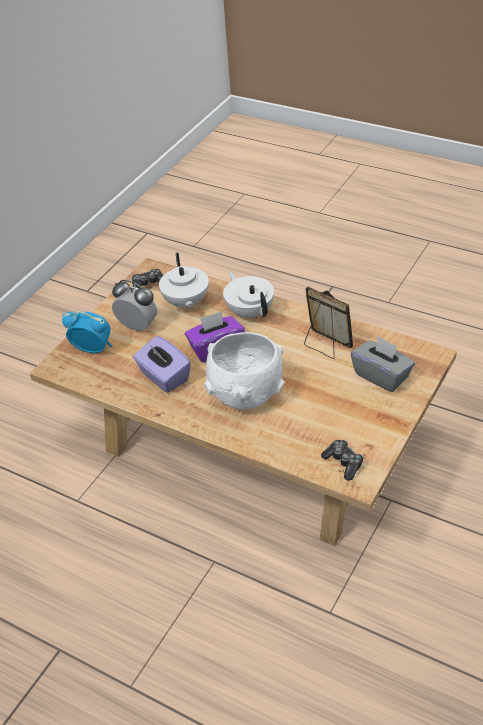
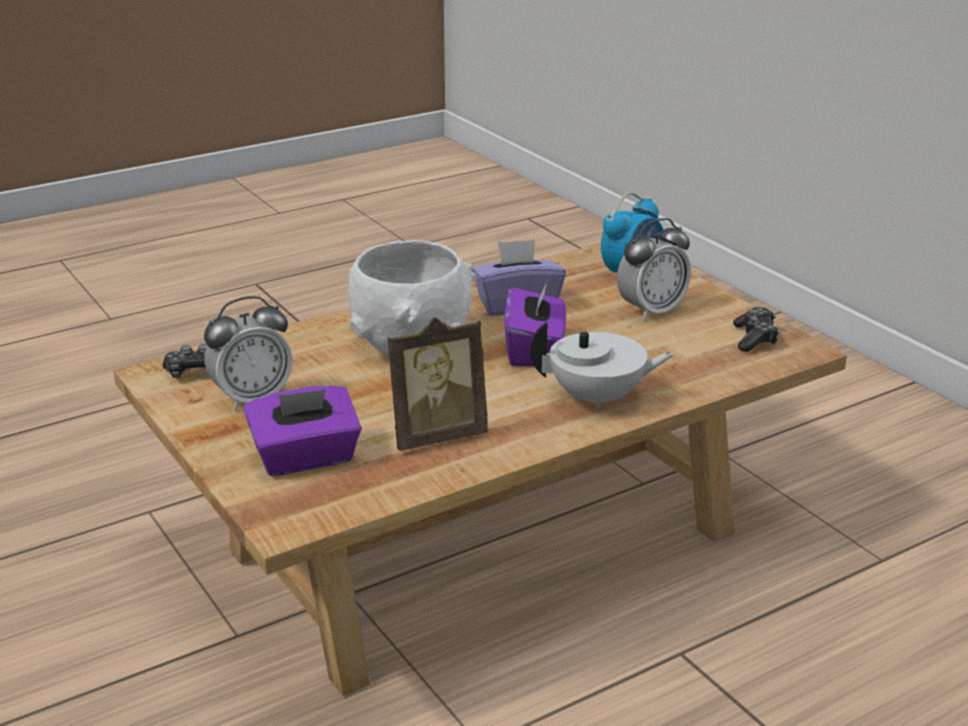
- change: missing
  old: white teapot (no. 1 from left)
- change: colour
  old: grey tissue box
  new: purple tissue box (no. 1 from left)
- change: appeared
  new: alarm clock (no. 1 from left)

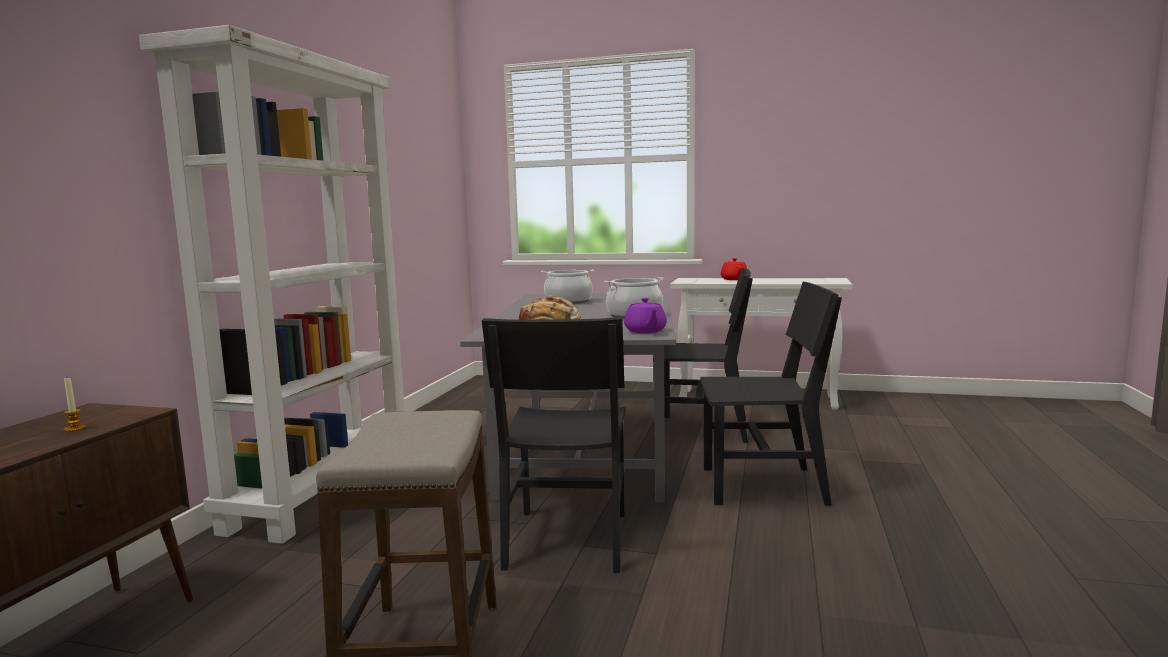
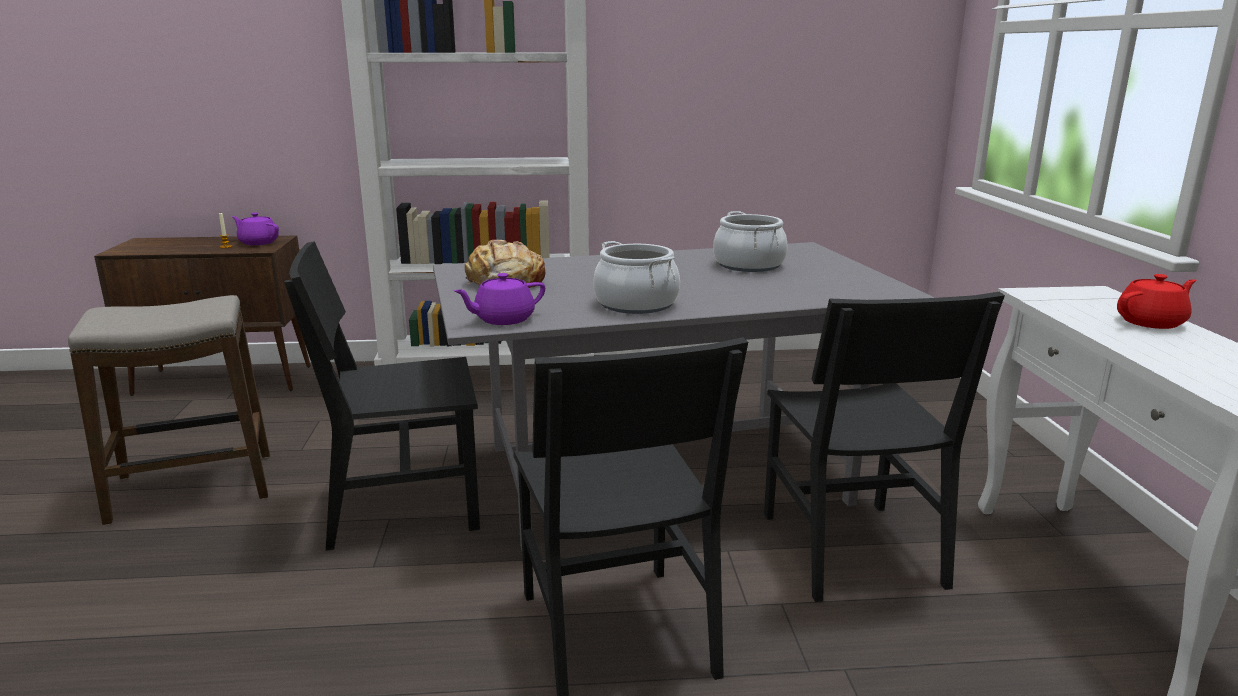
- change: appeared
  new: purple teapot (no. 1 from left)

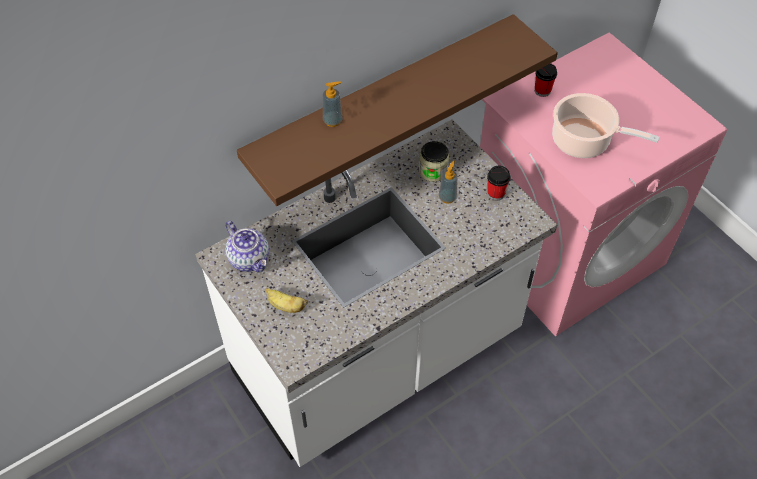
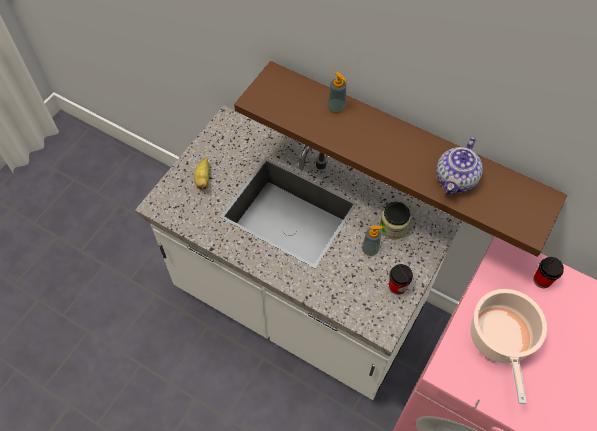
- change: relocated
  old: teapot

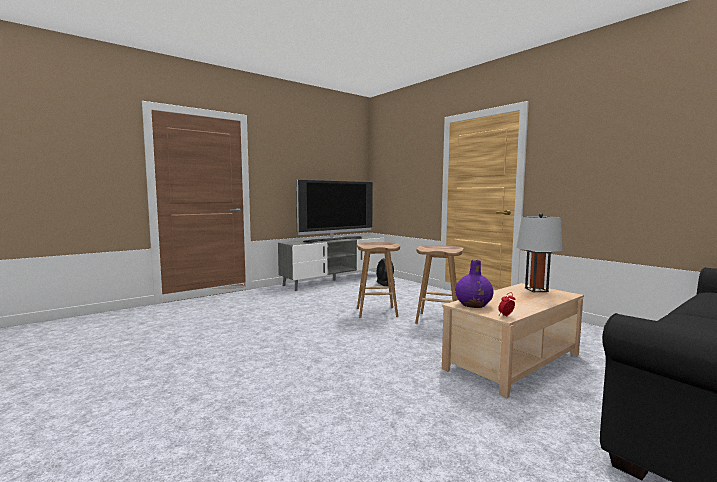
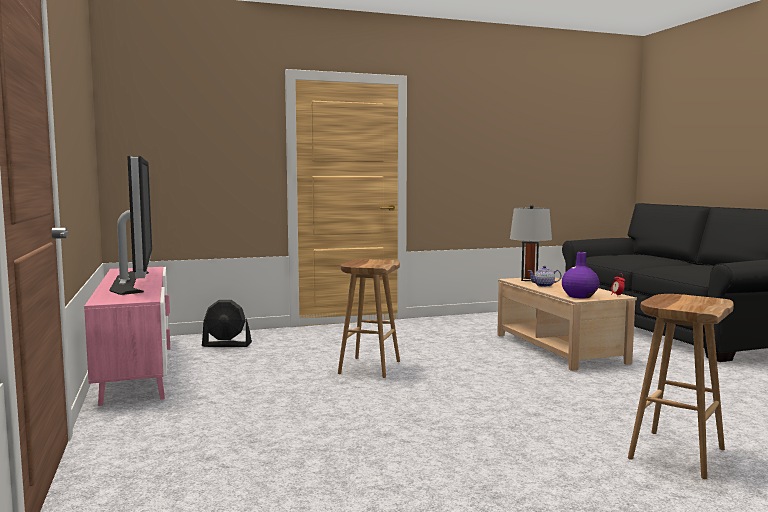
- change: colour
  old: grey tv stand
  new: pink tv stand
- change: relocated
  old: brown stool (no. 2 from left)
- change: appeared
  new: teapot

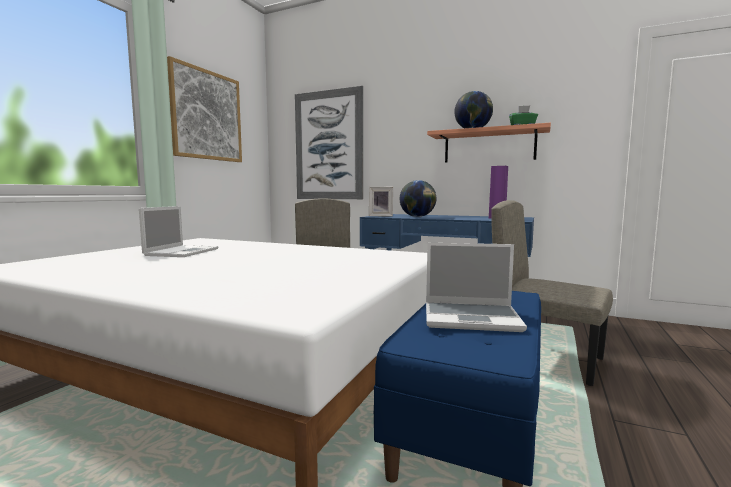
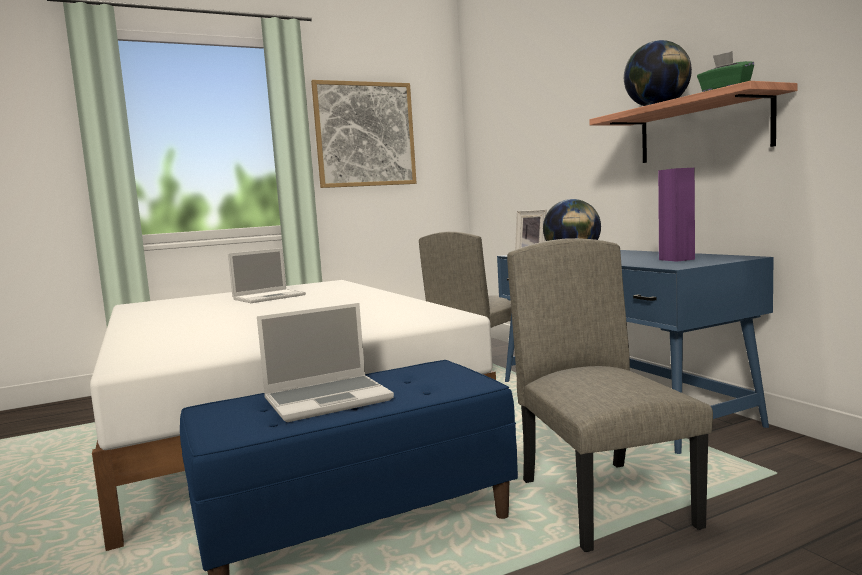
- change: missing
  old: picture (no. 2 from left)
- change: spun
  old: laptop (no. 2 from left)
  degrees: -75

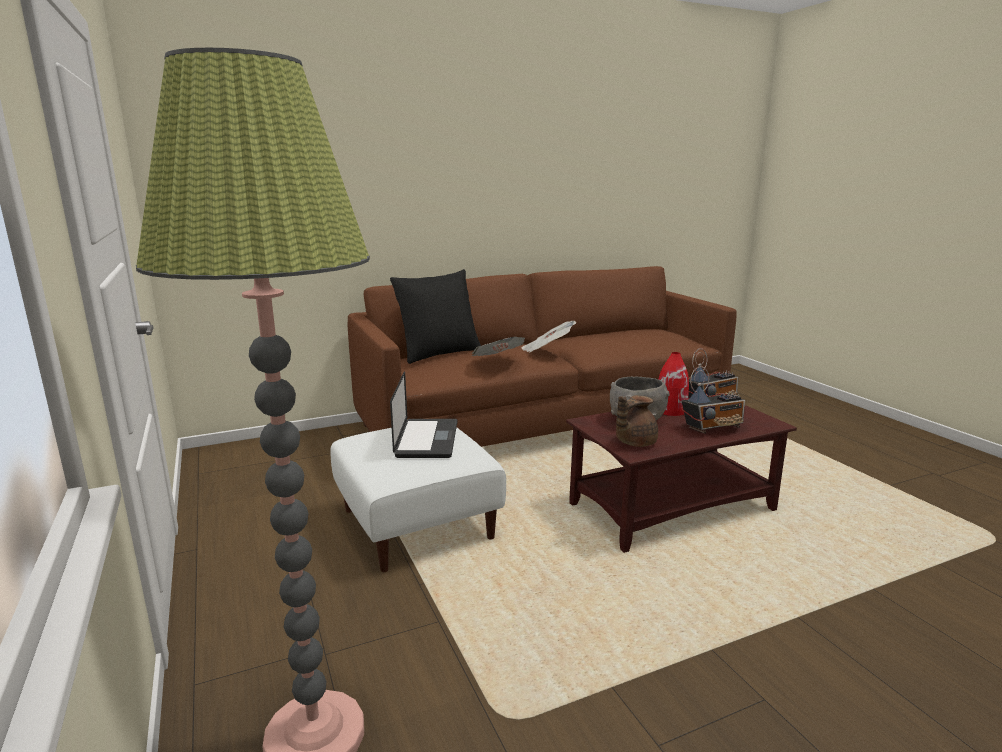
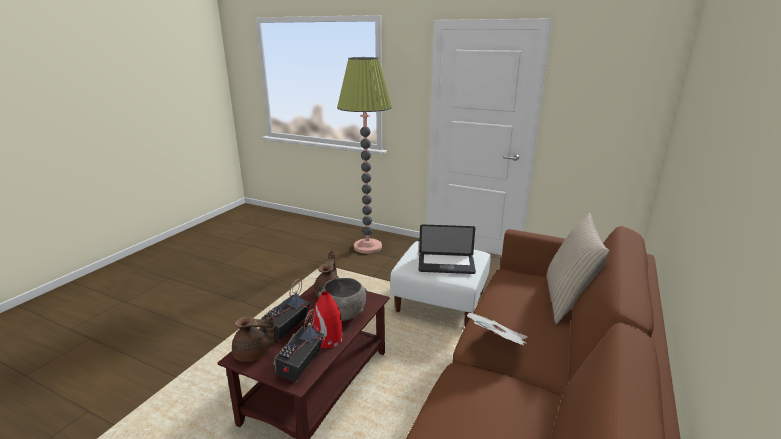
- change: colour
  old: black pillow
  new: beige pillow
- change: missing
  old: newspaper (no. 1 from left)
- change: spun
  old: laptop
  degrees: -45
- change: appeared
  new: brown teapot (no. 1 from left)

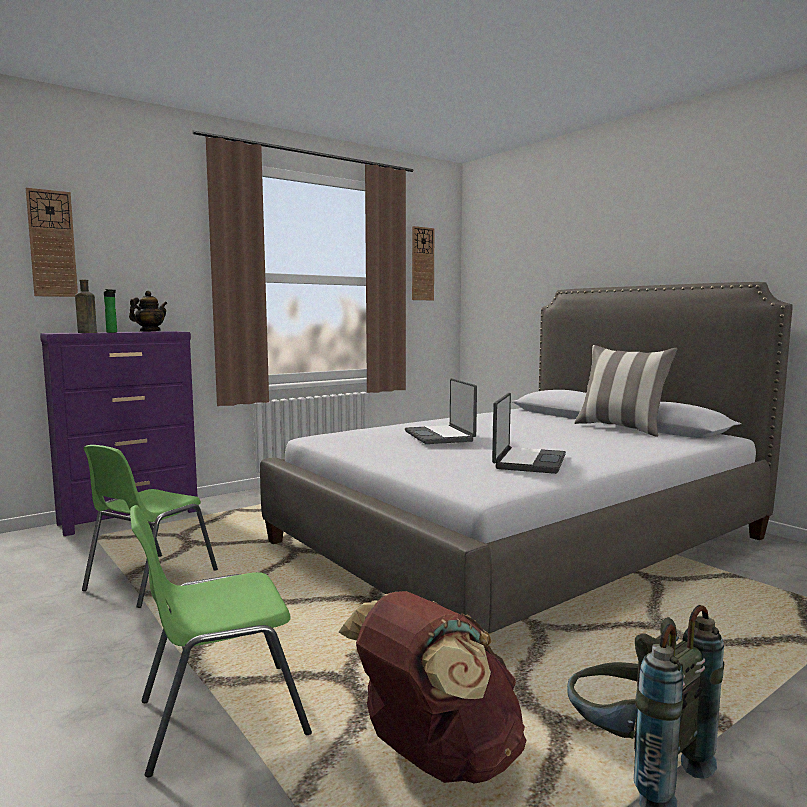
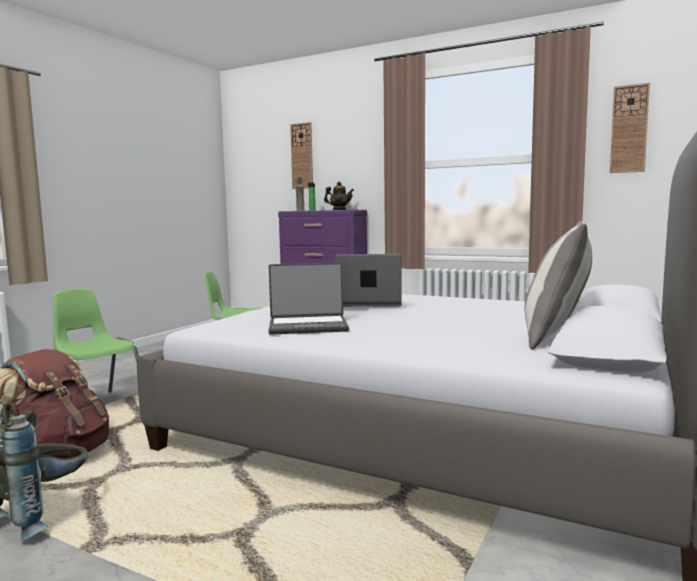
- change: spun
  old: laptop (no. 1 from left in the first image)
  degrees: 45

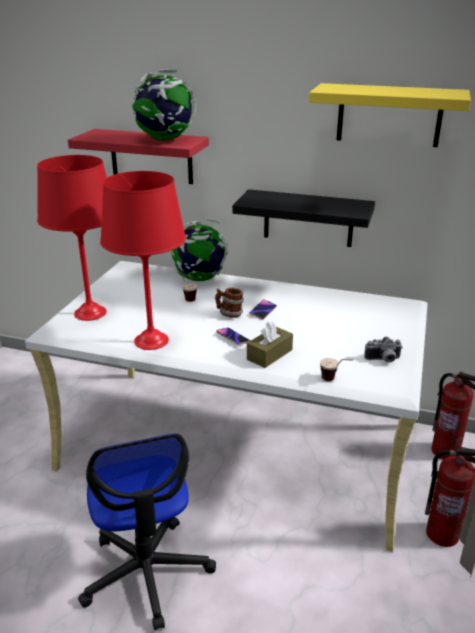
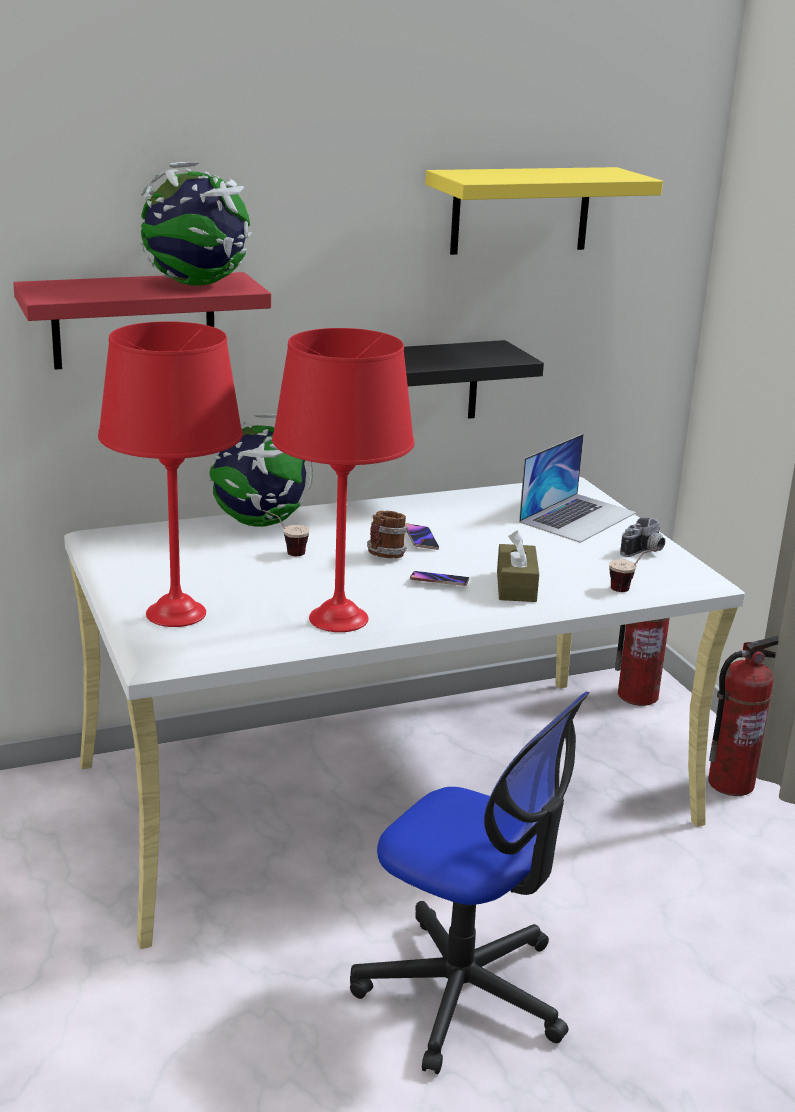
- change: appeared
  new: laptop

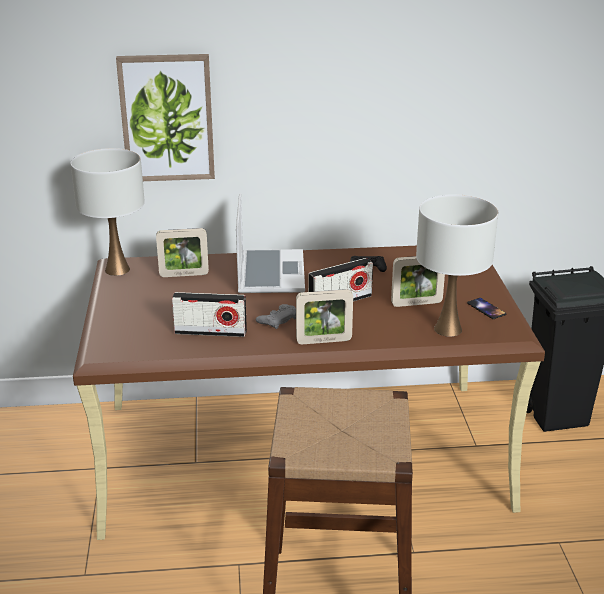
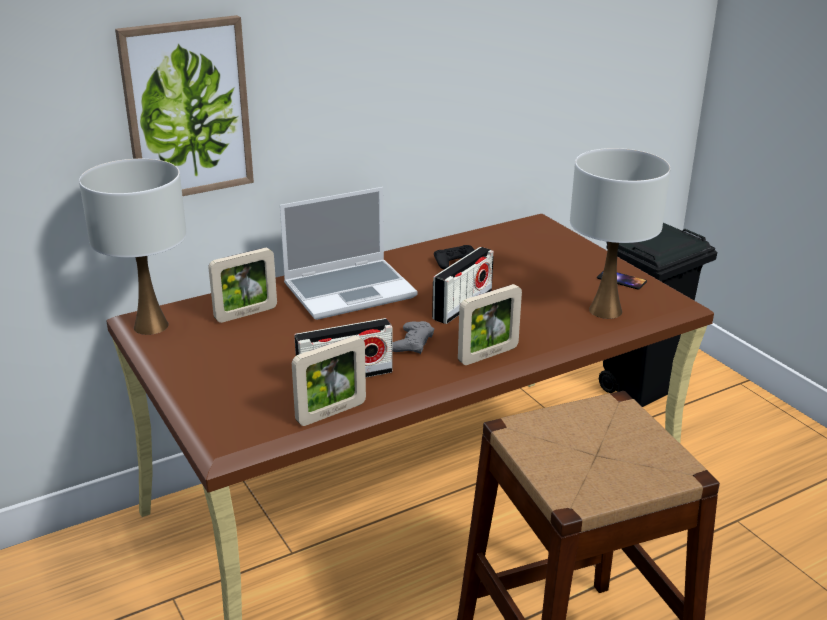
- change: spun
  old: laptop
  degrees: 90
- change: relocated
  old: picture frame (no. 3 from left in the first image)
  new: picture frame (no. 2 from left)

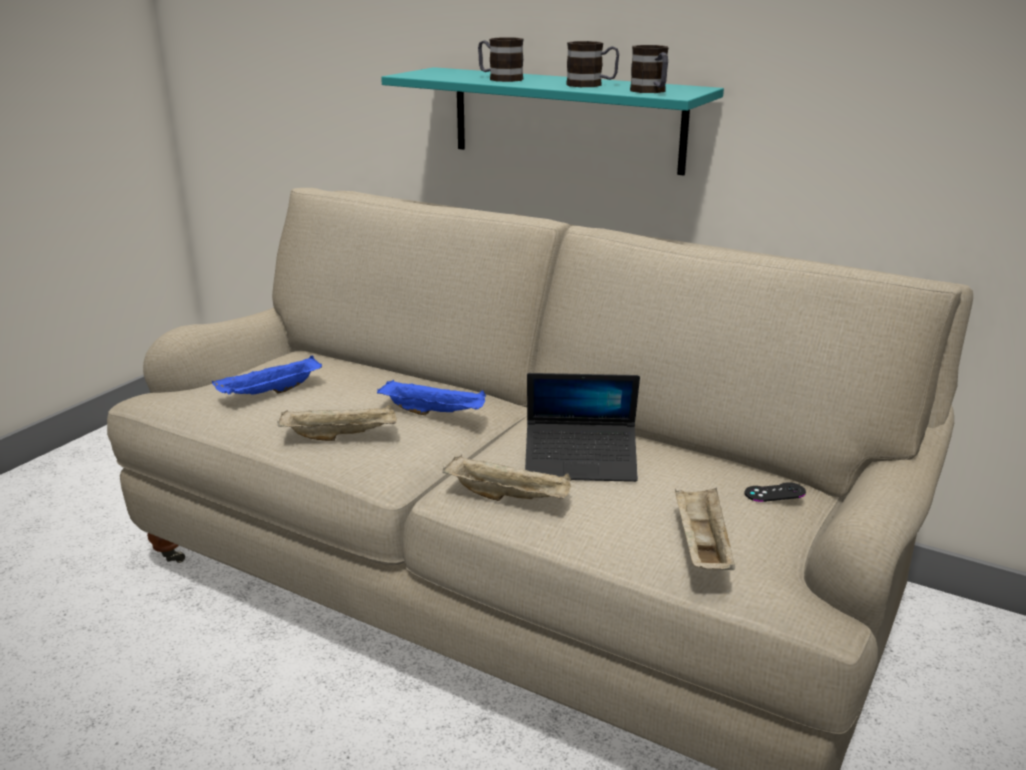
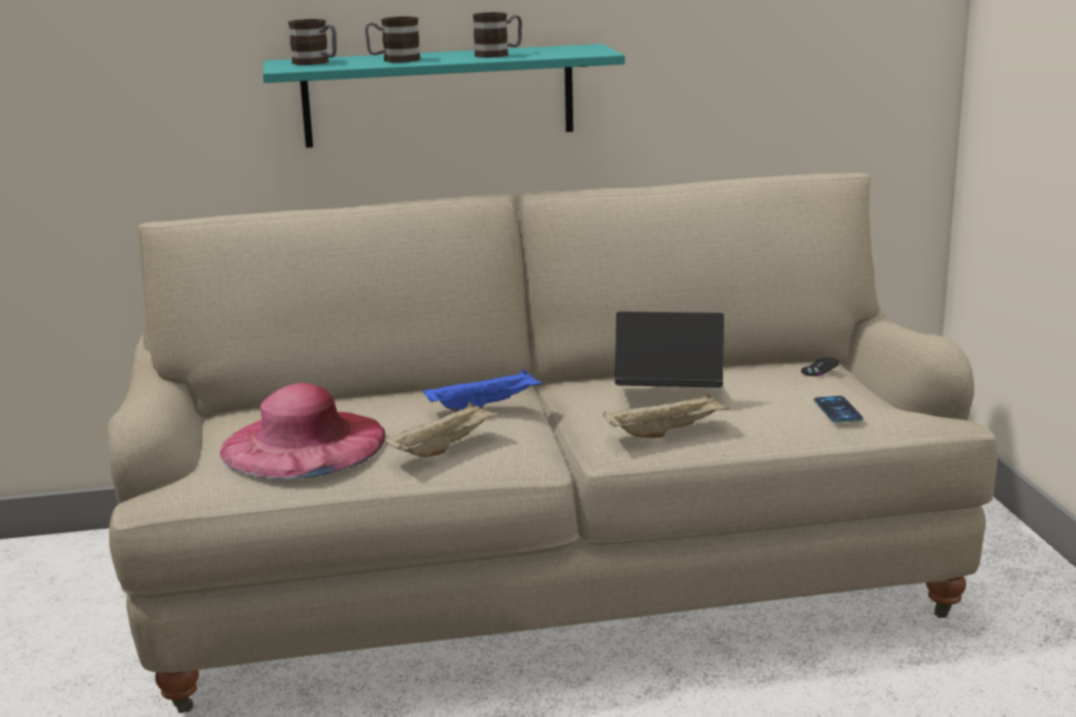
- change: relocated
  old: mug (no. 3 from left in the first image)
  new: mug (no. 1 from left)
- change: exchanged
  old: blue tray (no. 1 from left)
  new: pink hat
- change: spun
  old: laptop
  degrees: -135
- change: exchanged
  old: beige tray (no. 3 from left)
  new: phone

